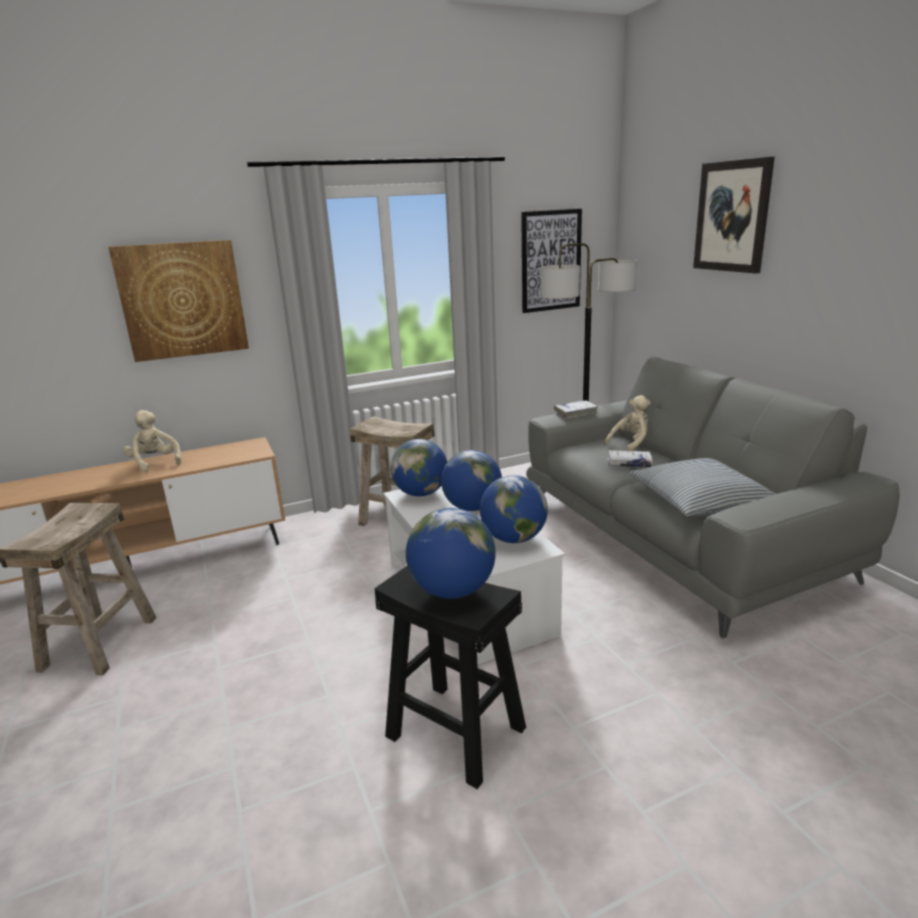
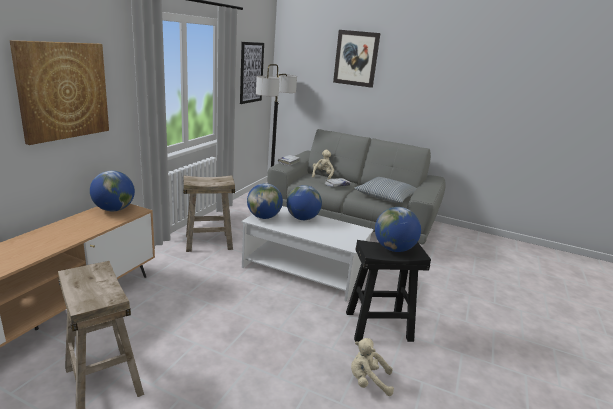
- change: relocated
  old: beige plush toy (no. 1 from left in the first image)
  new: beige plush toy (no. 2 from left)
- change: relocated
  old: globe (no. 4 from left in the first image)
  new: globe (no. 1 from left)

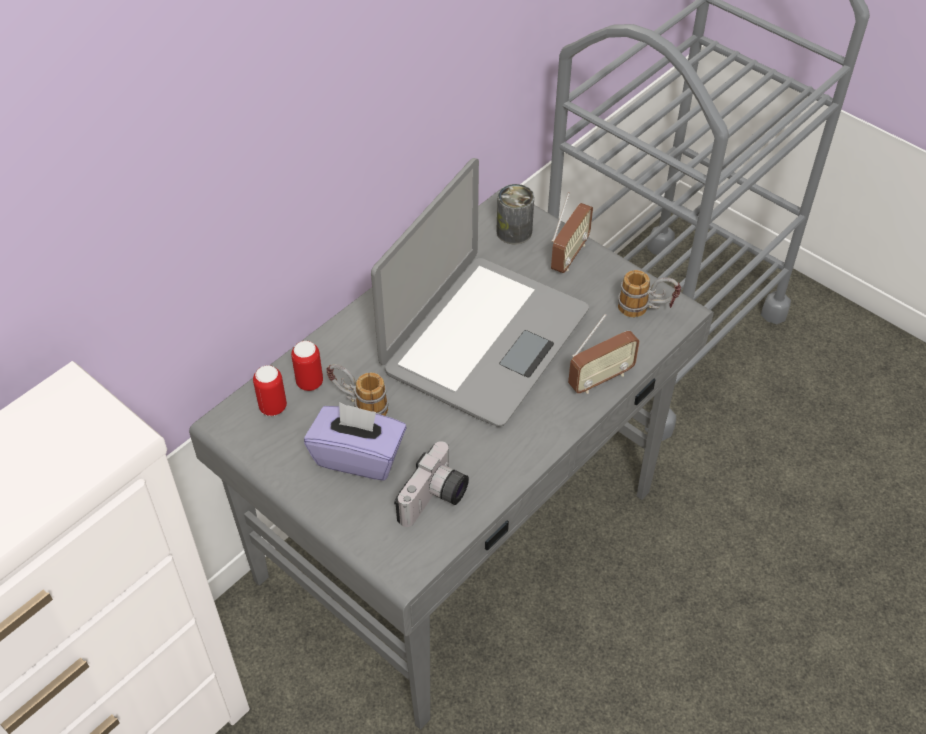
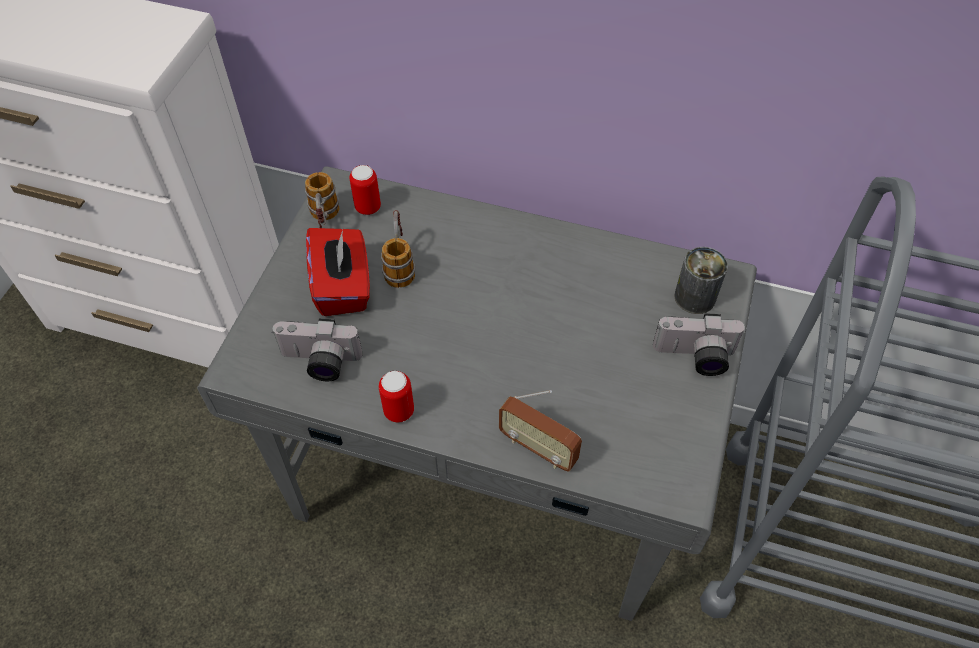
- change: missing
  old: laptop
- change: exchanged
  old: radio (no. 1 from left)
  new: photo camera (no. 2 from left)
- change: relocated
  old: mug (no. 2 from left in the first image)
  new: mug (no. 1 from left)
- change: relocated
  old: can (no. 2 from left)
- change: colour
  old: purple tissue box
  new: red tissue box

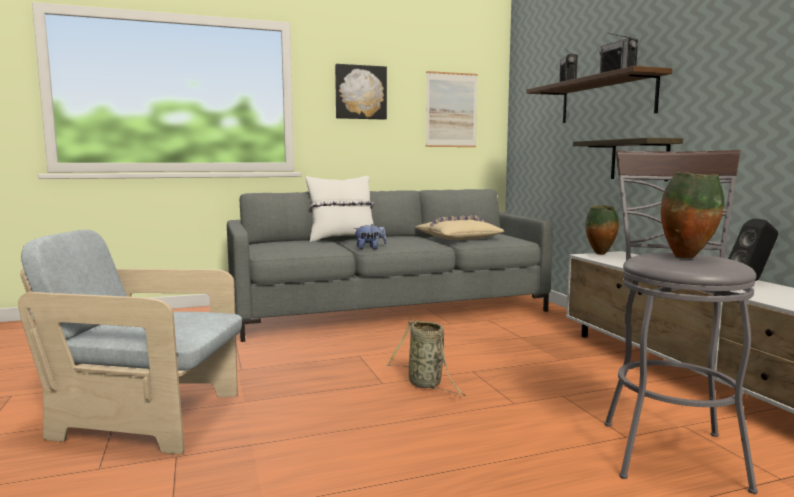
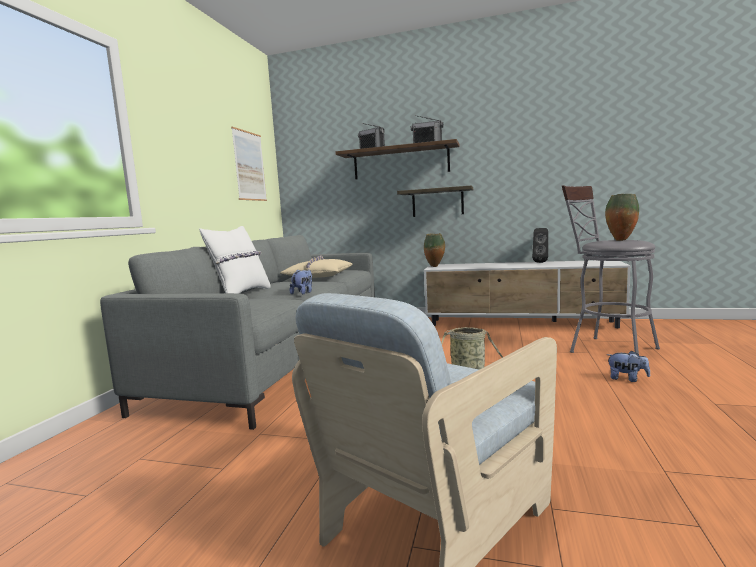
- change: missing
  old: picture (no. 1 from left)
- change: appeared
  new: plush toy (no. 2 from left)

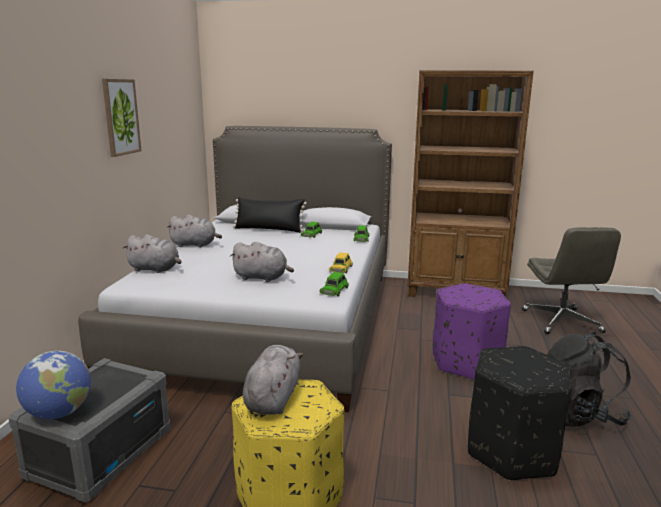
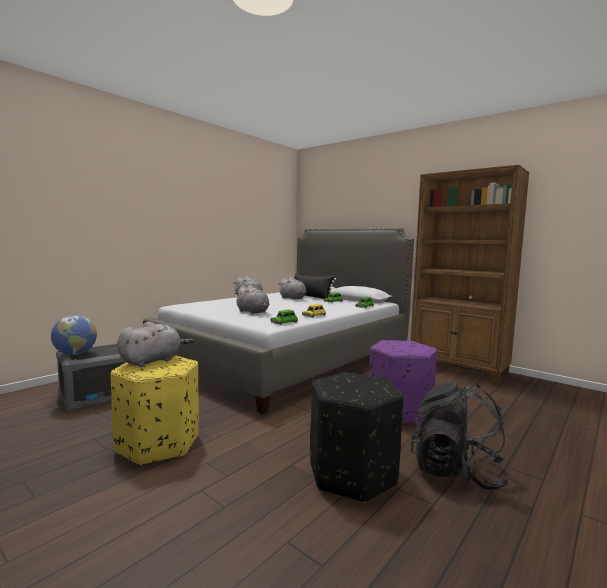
- change: missing
  old: picture
- change: missing
  old: grey office chair
- change: relocated
  old: grey plush toy (no. 1 from left in the first image)
  new: grey plush toy (no. 4 from left)

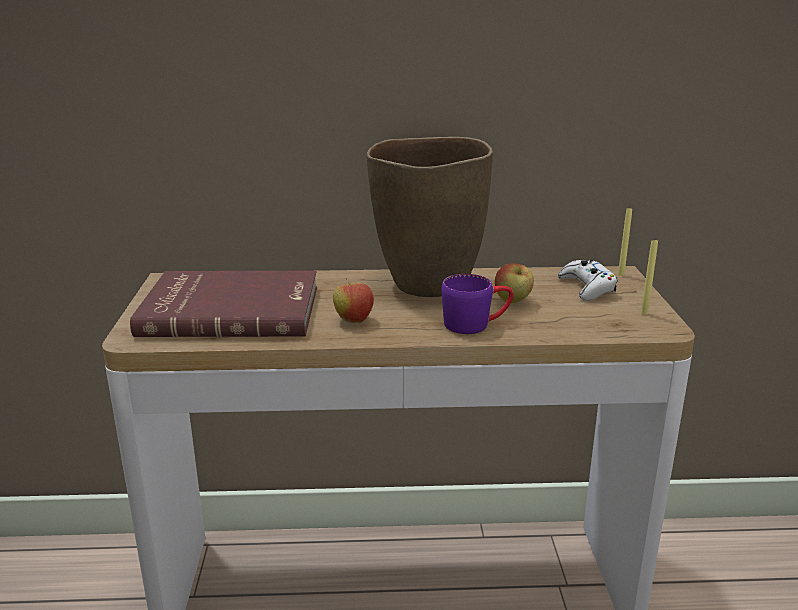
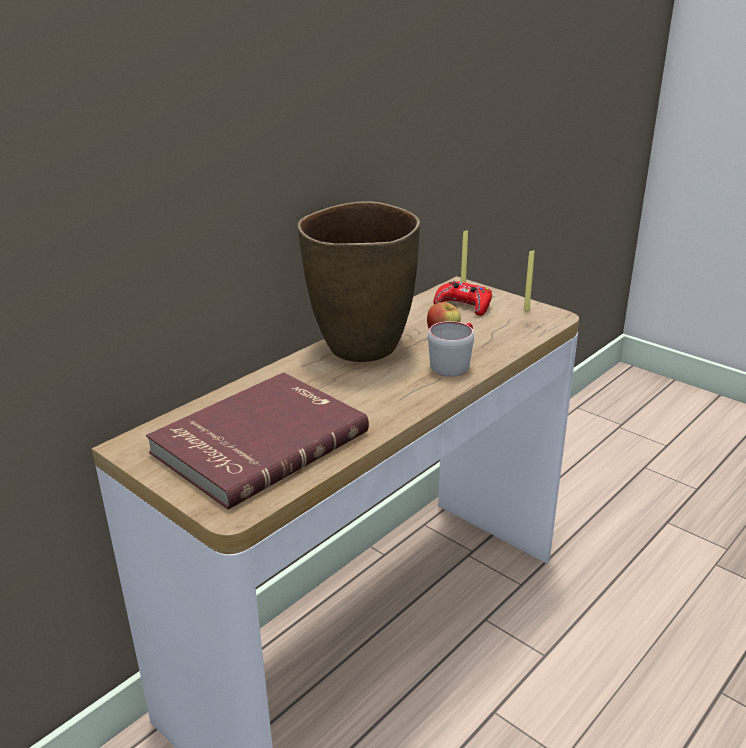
- change: colour
  old: white game controller
  new: red game controller
- change: colour
  old: purple mug
  new: grey mug
- change: missing
  old: apple (no. 1 from left)

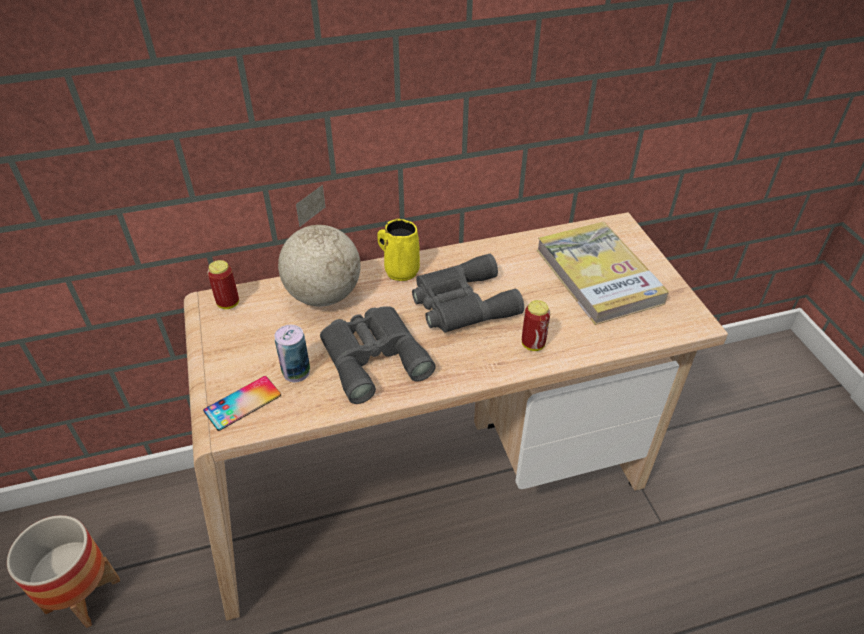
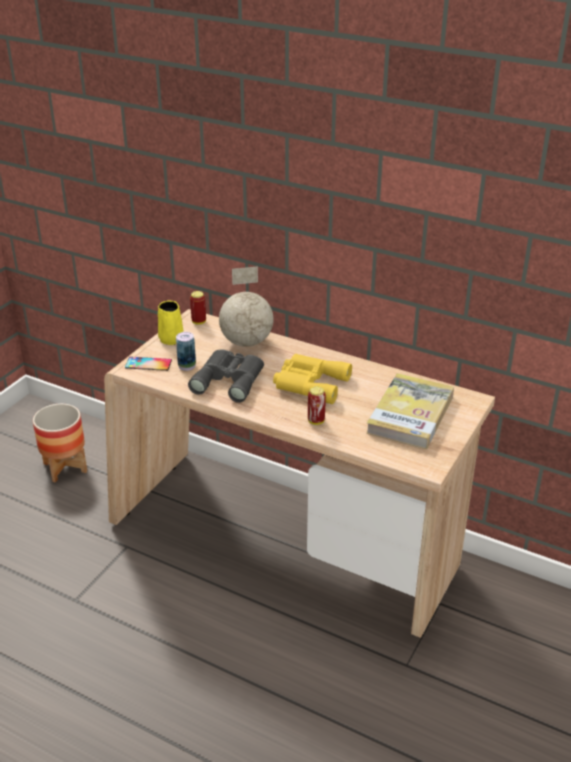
- change: relocated
  old: yellow mug
- change: colour
  old: grey binoculars (no. 2 from left)
  new: yellow binoculars

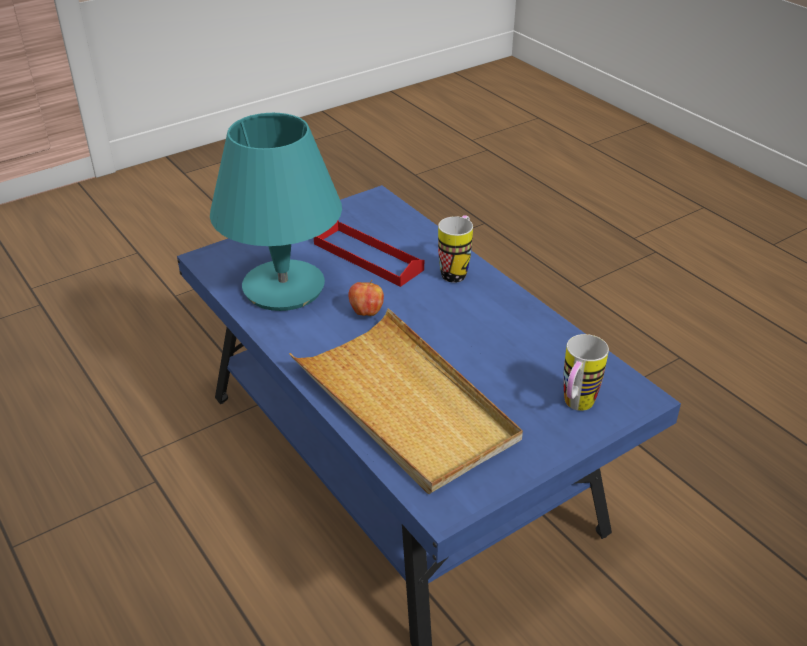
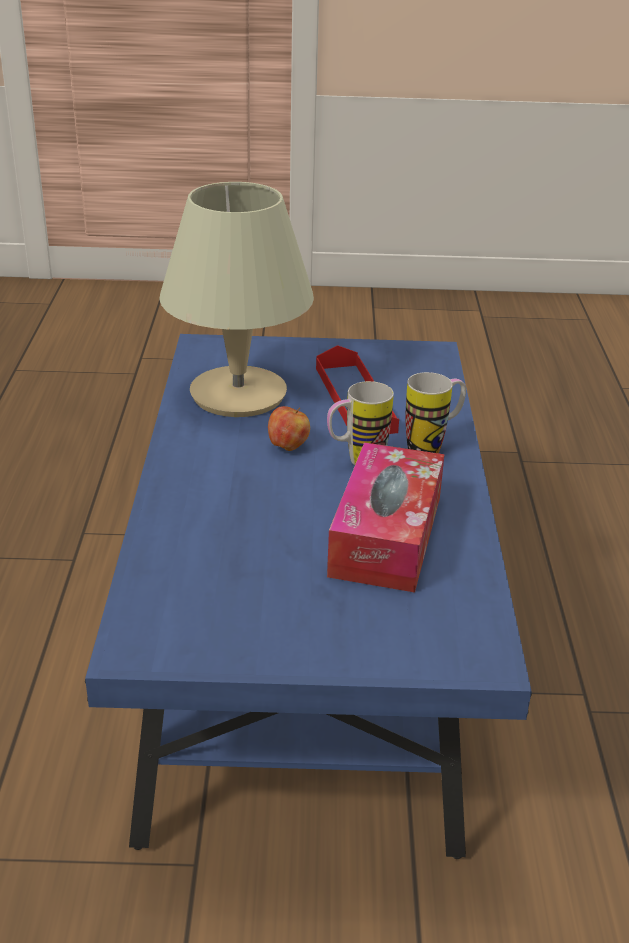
- change: colour
  old: turquoise table lamp
  new: beige table lamp
- change: missing
  old: beige tray
- change: relocated
  old: mug (no. 2 from left in the first image)
  new: mug (no. 1 from left)
- change: appeared
  new: tissue box

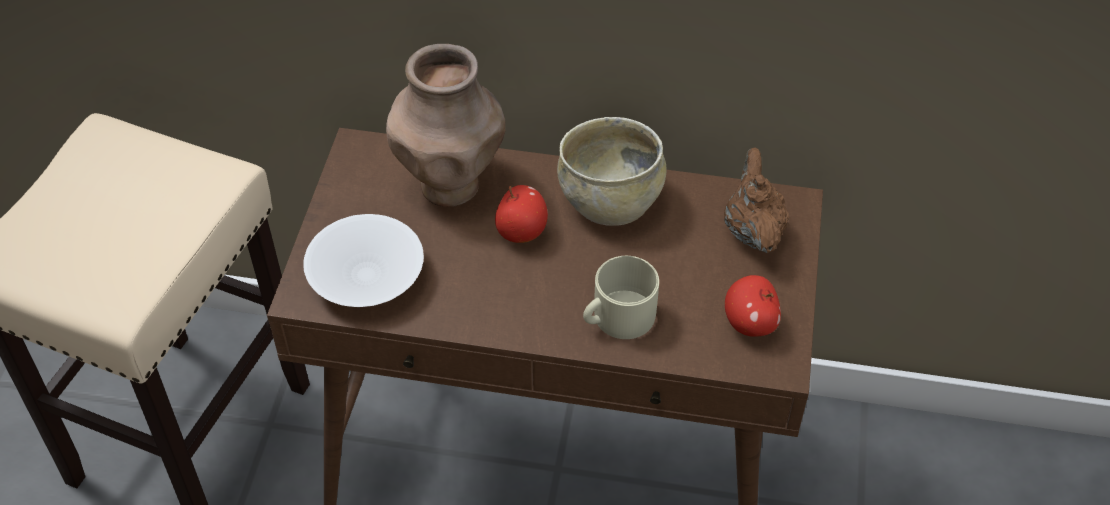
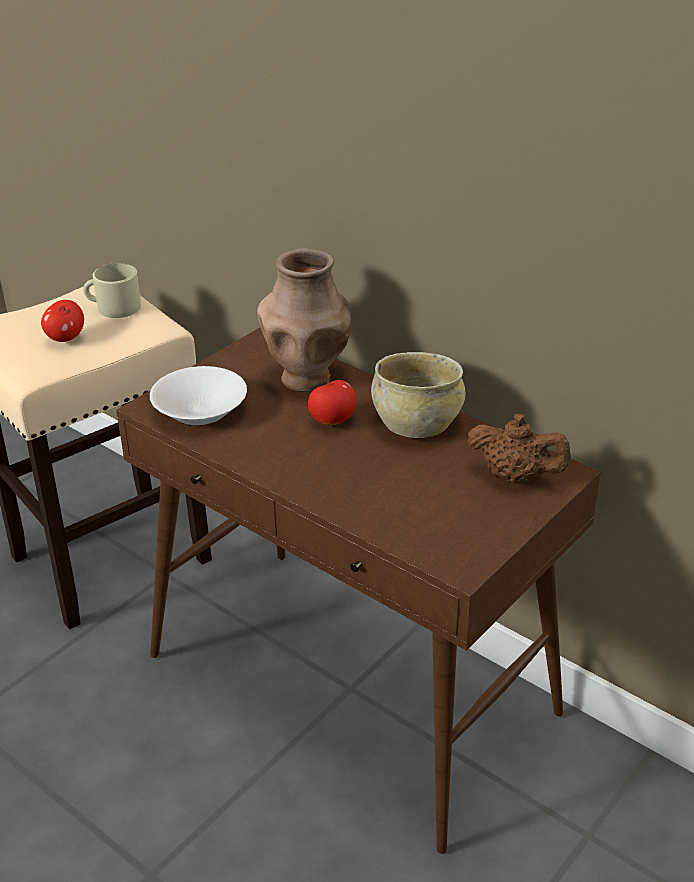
- change: spun
  old: brown teapot
  degrees: 90
- change: relocated
  old: beige mug
- change: relocated
  old: apple (no. 2 from left in the first image)
  new: apple (no. 1 from left)

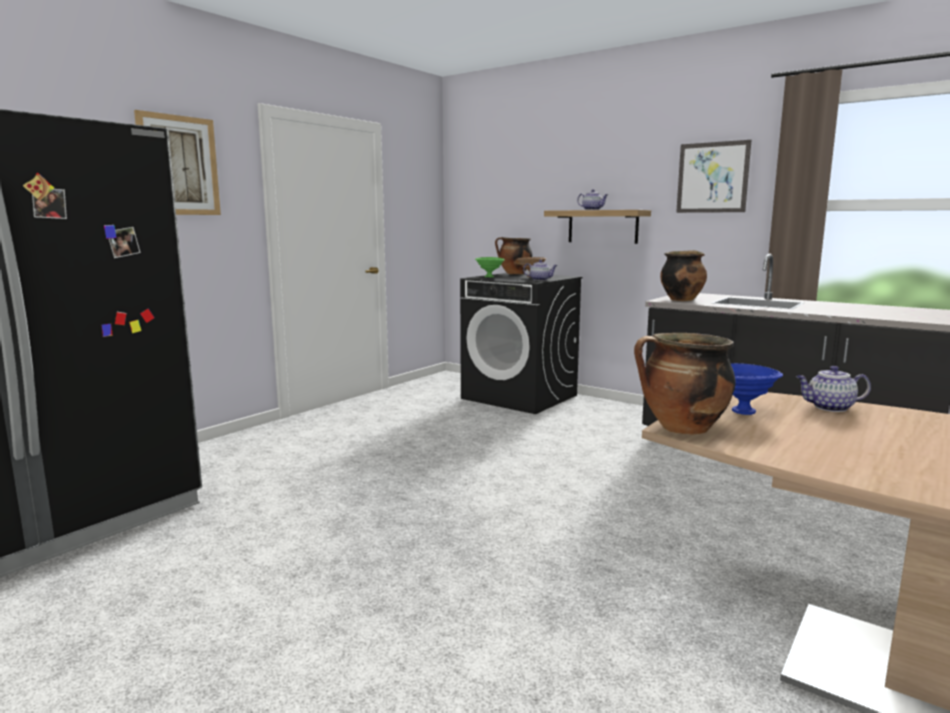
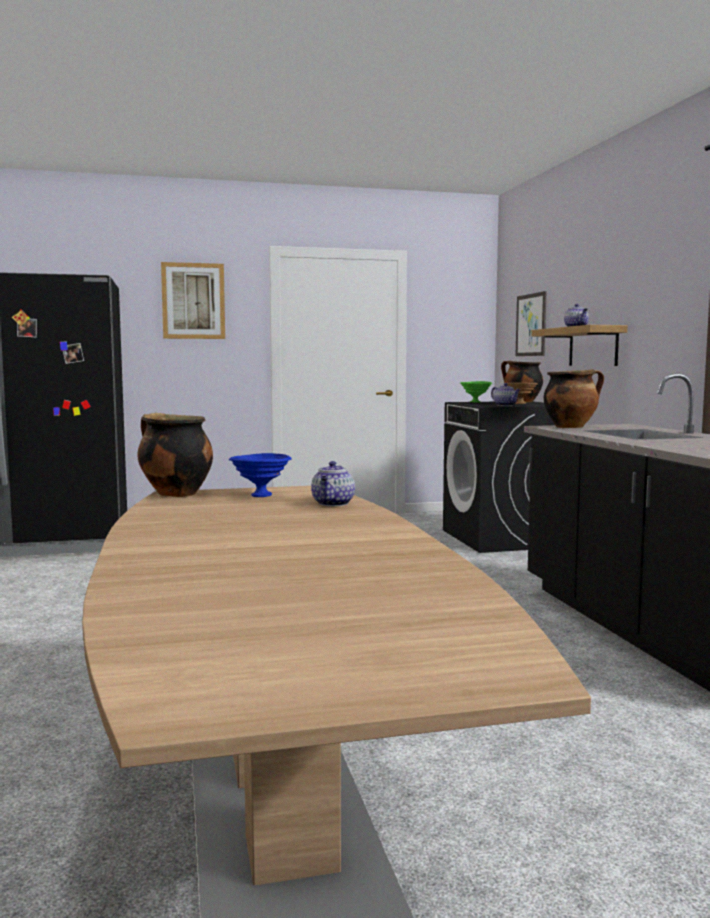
- change: relocated
  old: picture (no. 2 from left)
- change: spun
  old: teapot (no. 3 from left in the first image)
  degrees: -120

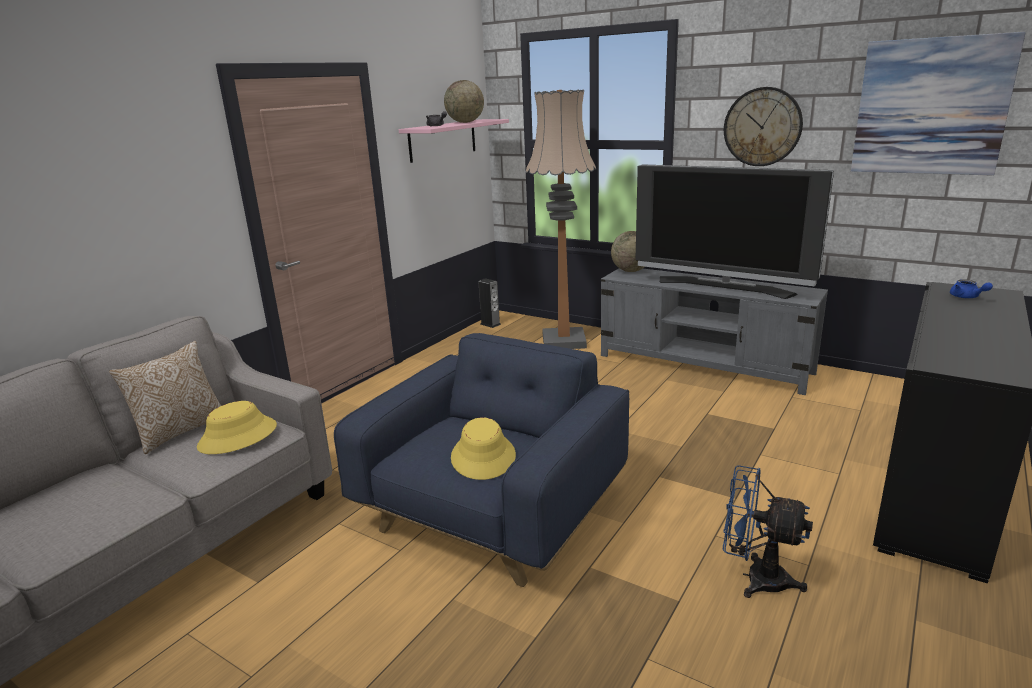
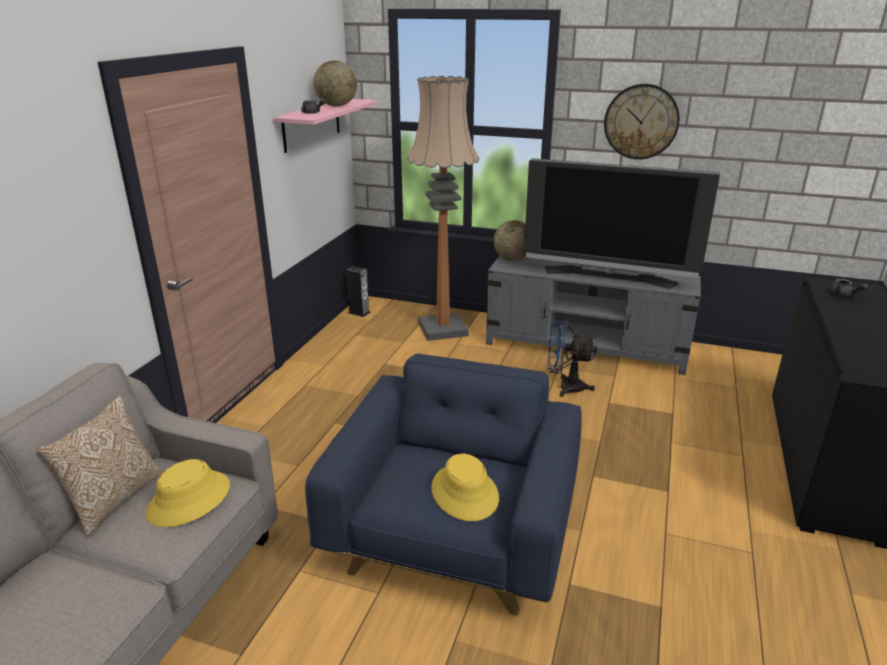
- change: missing
  old: picture
- change: colour
  old: blue teapot
  new: grey teapot (no. 2 from left)
- change: relocated
  old: blue fan

